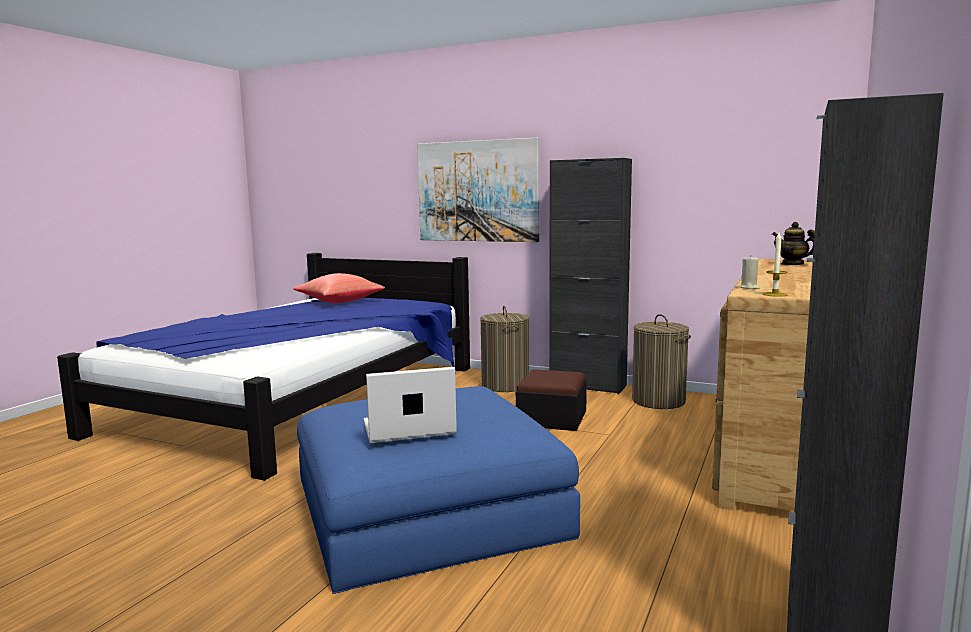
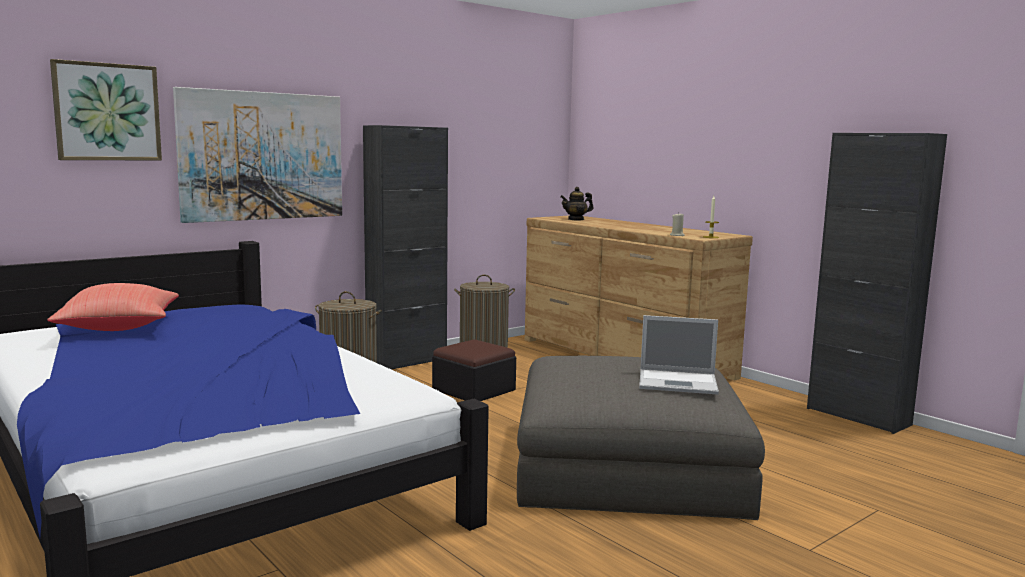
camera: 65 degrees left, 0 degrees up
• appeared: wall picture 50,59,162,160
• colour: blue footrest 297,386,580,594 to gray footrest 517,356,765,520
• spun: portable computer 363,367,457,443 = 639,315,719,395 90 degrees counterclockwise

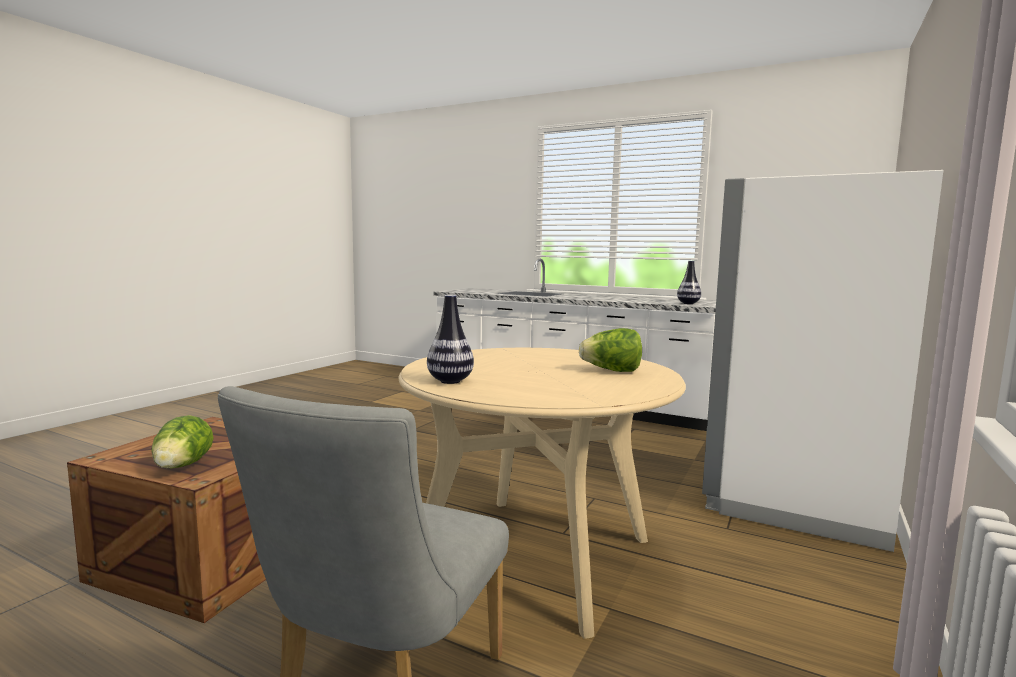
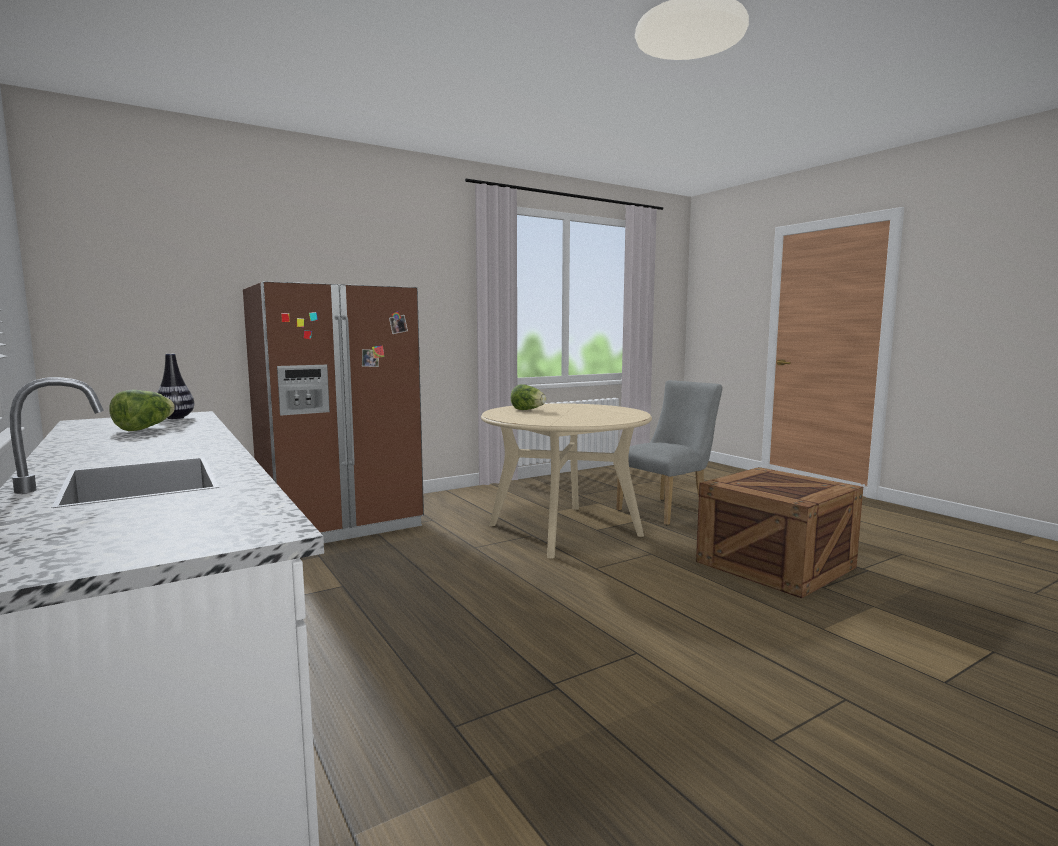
camera: 150 degrees left, 0 degrees up
• relocated: head of lettuce 151,415,213,468 to 109,390,175,431
• colour: whitish refrigerator 702,170,943,552 to brown-coloured refrigerator 243,281,424,543
• missing: decorative vase 427,295,474,384

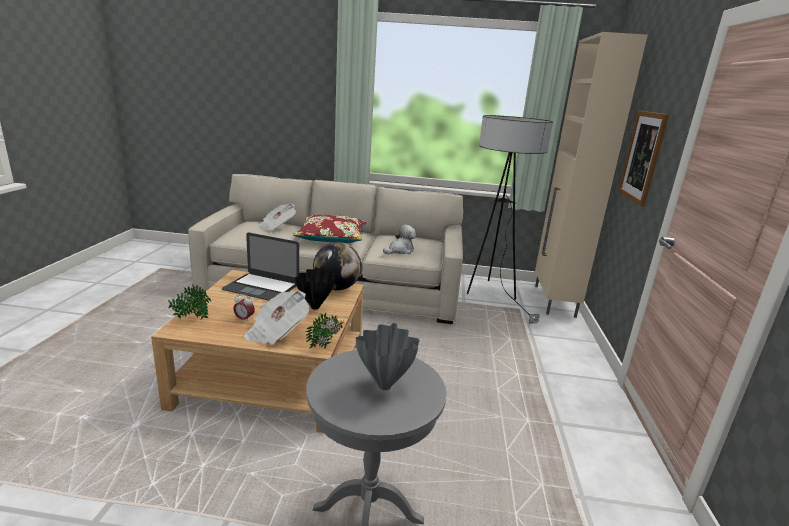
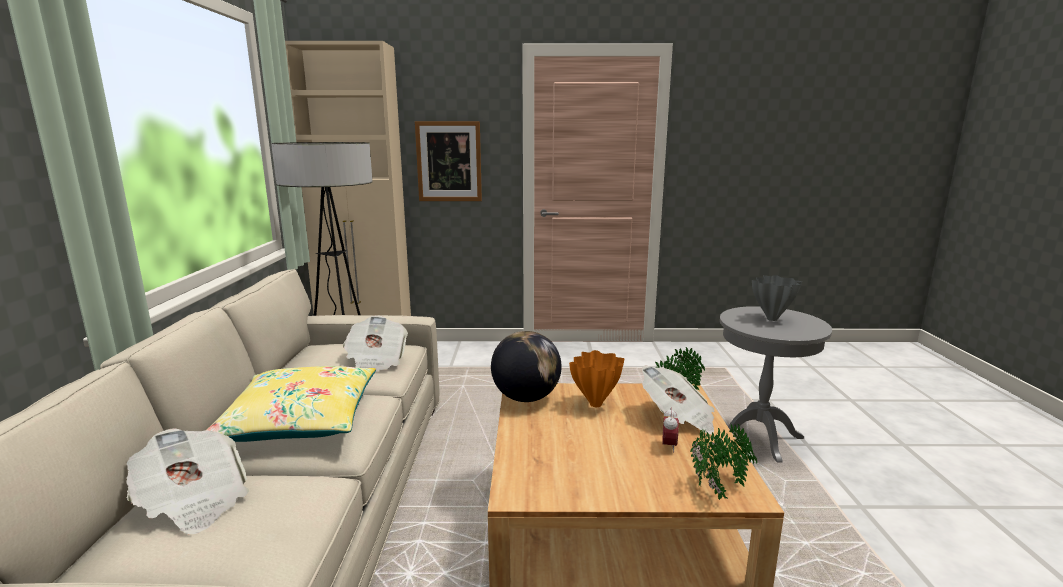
camera: 95 degrees left, 5 degrees down
• colour: red-coloured throw pillow 293,215,367,243 to yellowish throw pillow 207,366,376,442
• exchanged: cuddly toy 383,225,416,254 to newspaper 343,316,408,372
• colour: blackish decorative vase 295,268,335,309 to orangey decorative vase 569,350,624,407
• appeared: houseplant 706,423,757,487
• missing: portable computer 222,233,299,301

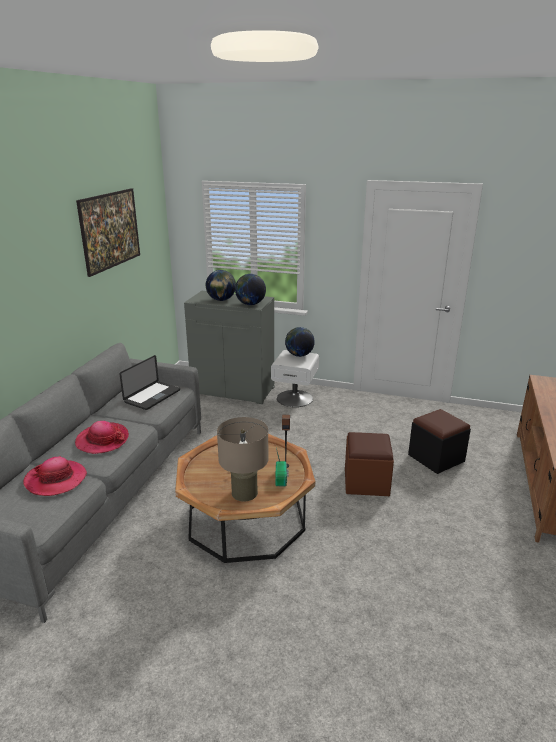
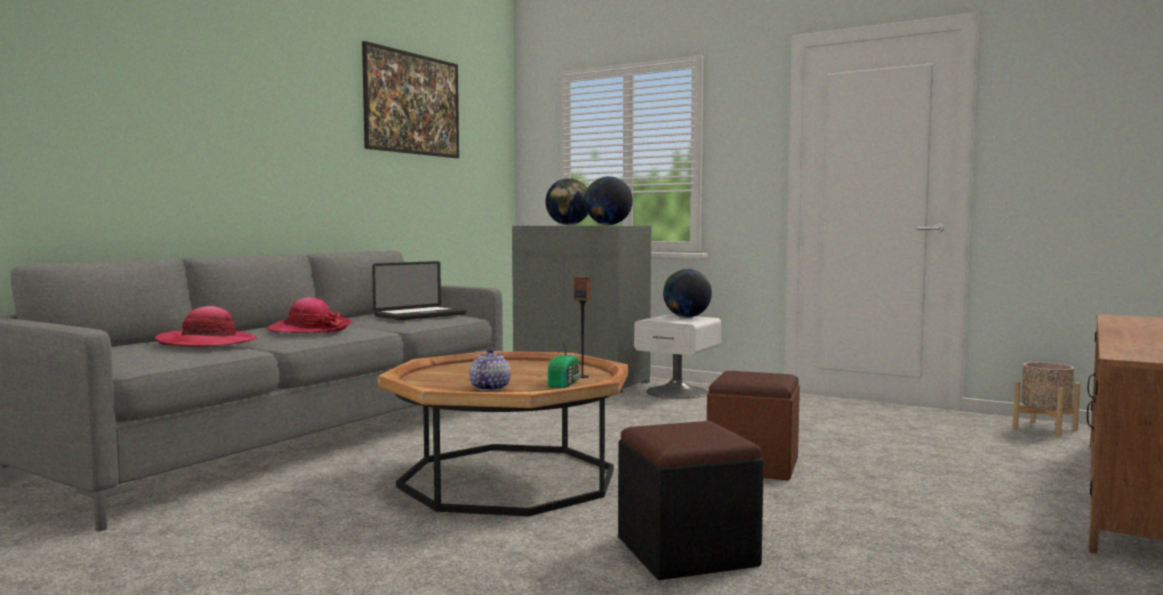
camera: 15 degrees right, 20 degrees down
• exchanged: beige-coloured table lamp 217,417,269,501 to tea pot 469,348,511,391
• relocated: blackish footrest 408,409,471,474 to 618,421,764,580
• appeared: beige-coloured flower pot 1013,362,1080,437

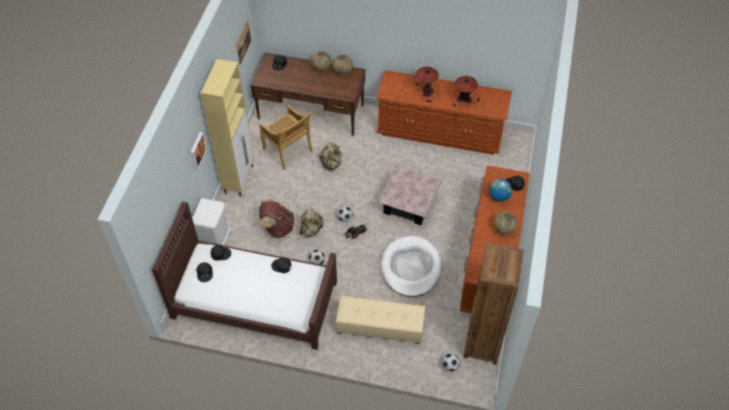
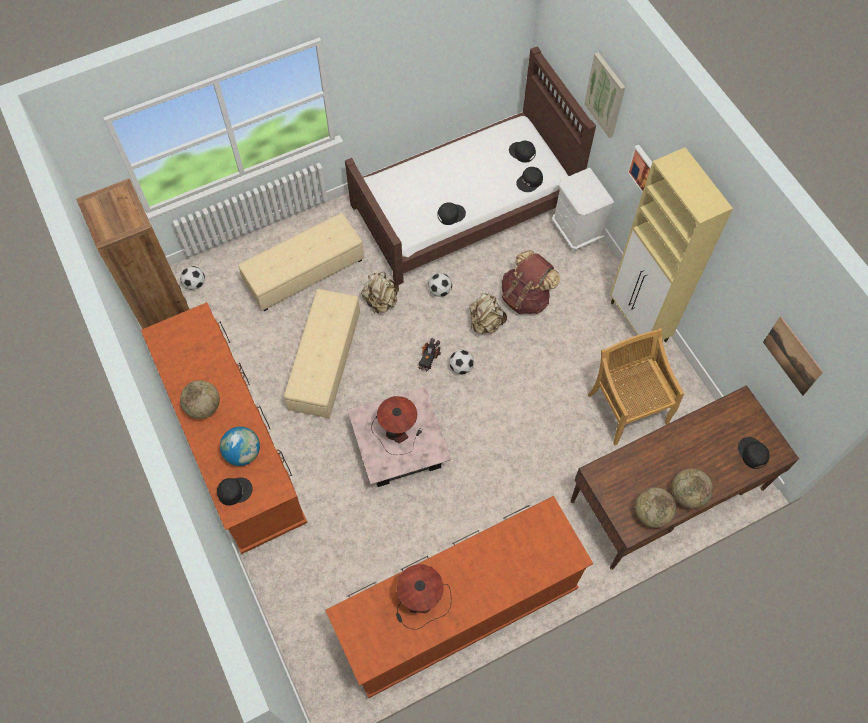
camera: 140 degrees right, 10 degrees up
• exchanged: whitish pet bed 381,236,442,297 to beige-coloured footrest 284,289,360,418
• relocated: beige-coloured backpack 319,142,342,171 to 361,272,399,314
• relocated: table lamp 414,67,439,102 to 371,396,423,455
• appeared: wall picture 584,52,625,138
• spun: beige-coloured plain chair 260,105,313,170 = 588,328,684,445 60 degrees clockwise

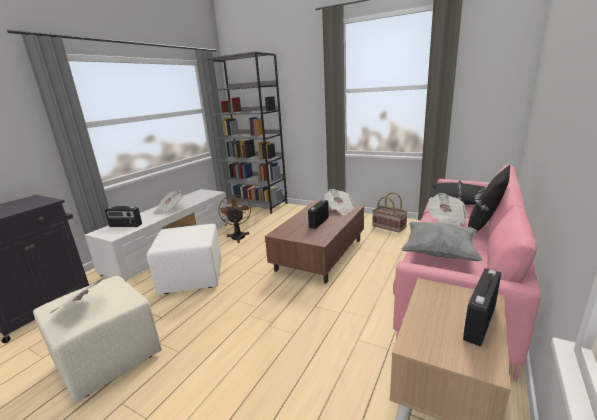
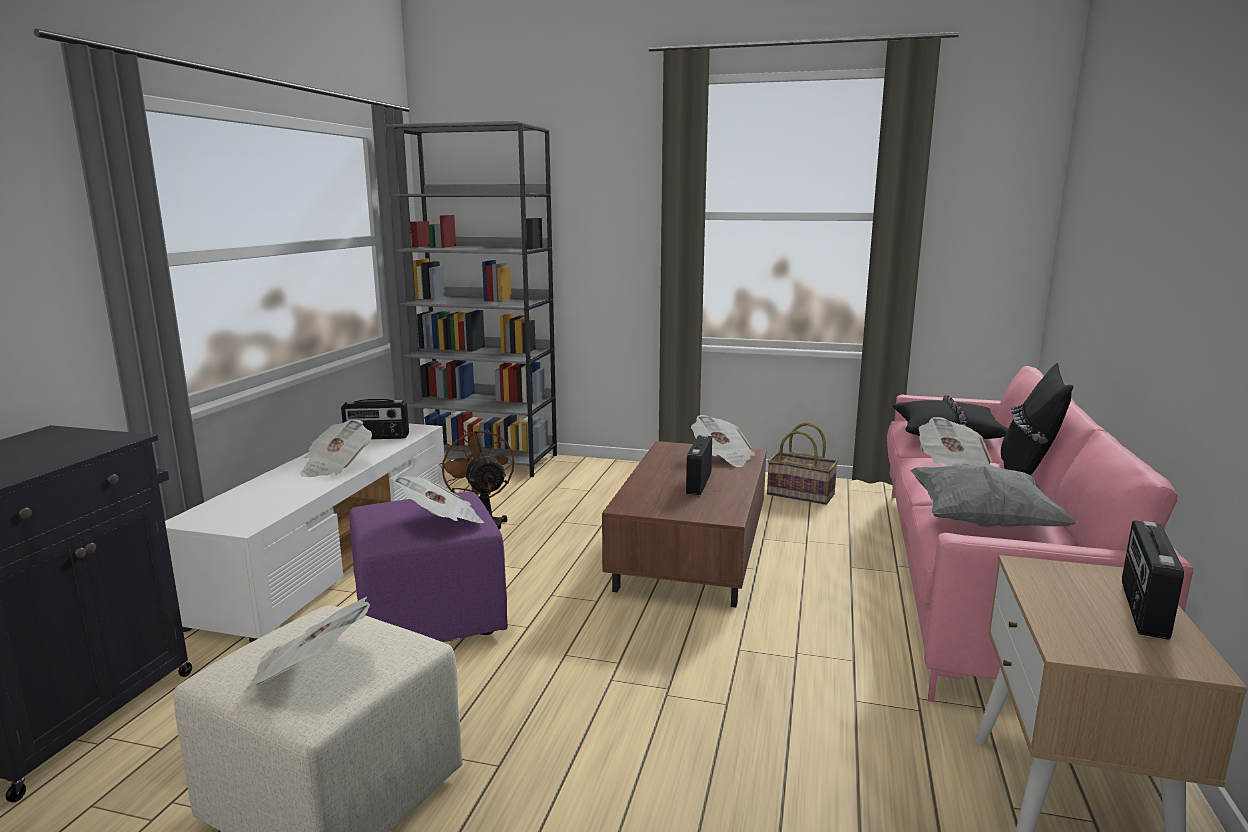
camera: 15 degrees left, 5 degrees down
• relocated: radio 105,206,142,227 to 341,399,409,439
• colour: whitish footrest 147,224,222,295 to purple-coloured footrest 349,492,508,642
• appeared: newspaper 392,476,485,523

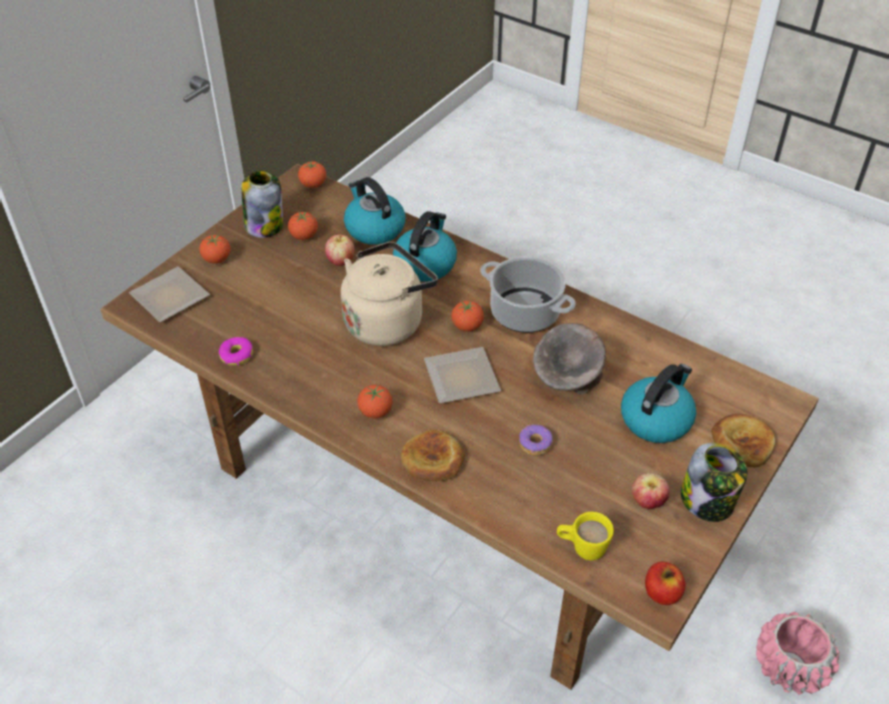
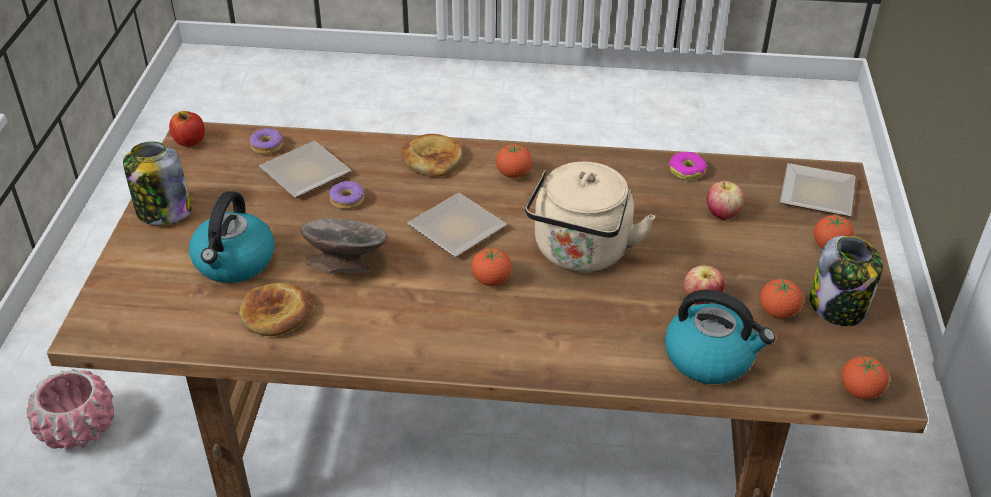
camera: 150 degrees right, 5 degrees down
• relocated: bakery bread 711,414,776,467 to 239,283,313,336
• exchanged: yellowish tea mug 557,512,614,561 to ring doughnut 250,129,283,154
• appeared: flat dish 259,141,352,198
• relocated: whole apple 632,473,670,509 to 707,180,744,220
• missing: tea kettle 393,211,457,282
• missing: stockpot 480,256,576,333

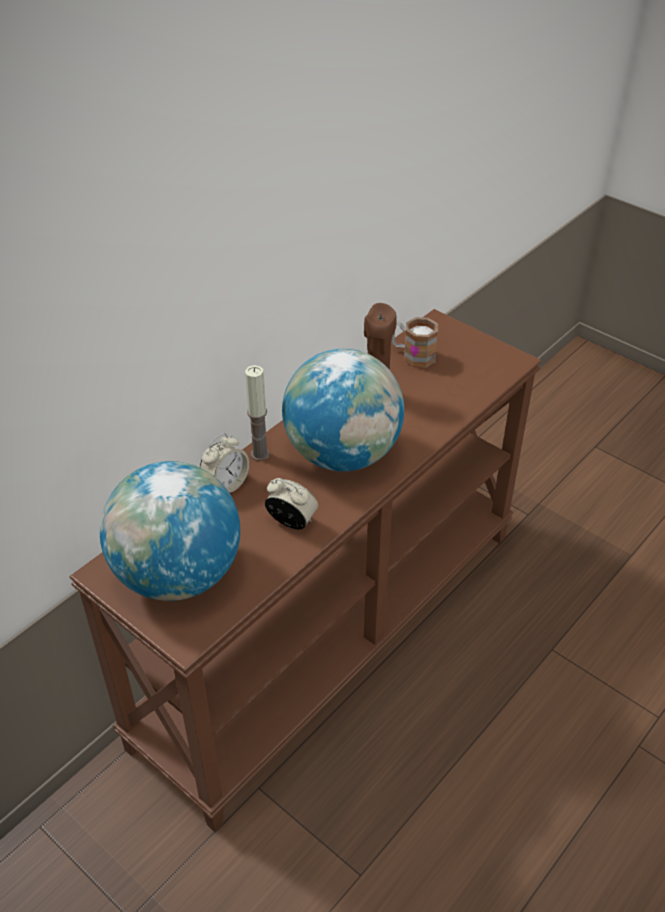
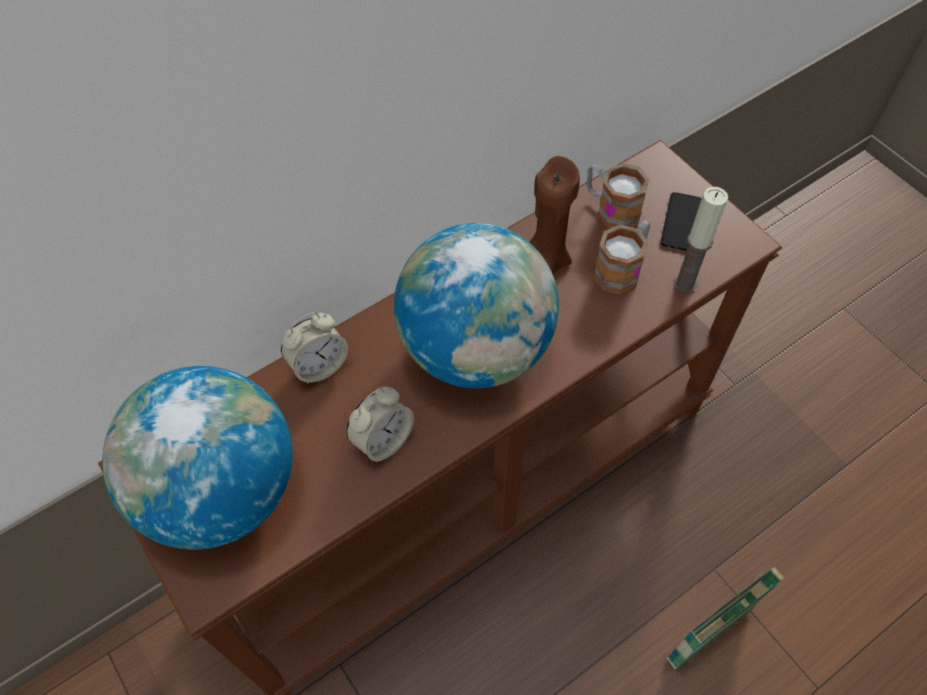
camera: 15 degrees right, 15 degrees up
• spun: alarm clock 265,478,318,529 = 346,387,414,462 90 degrees clockwise
• appeared: tea mug 593,220,650,295
• appeared: telephone 661,192,701,251
• appeared: basket 666,567,784,669
• relocated: candle 245,365,269,461 to 673,187,728,294

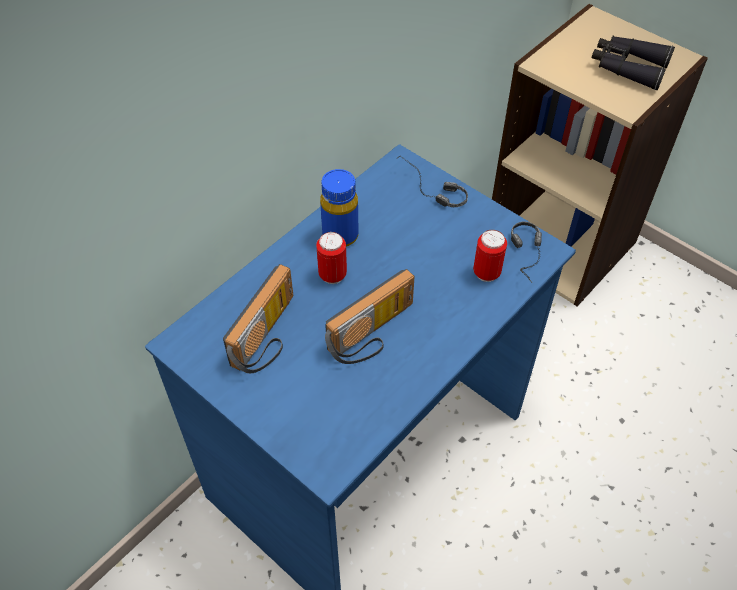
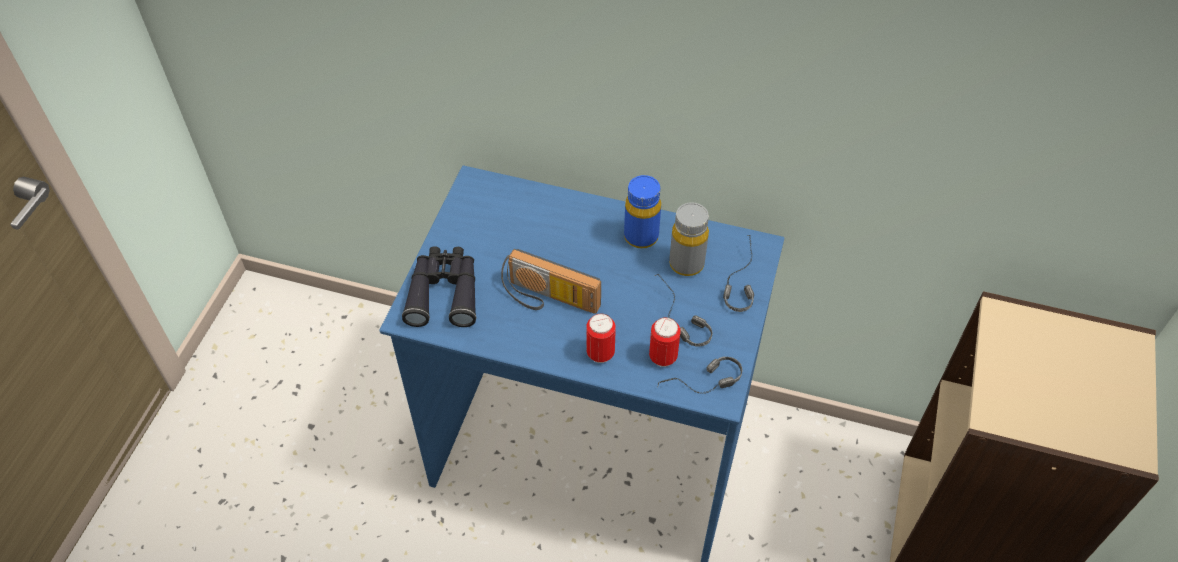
camera: 65 degrees right, 0 degrees up
• relocated: blackish pair of binoculars 592,35,675,91 to 402,246,476,327
• relocated: sealed can 316,232,347,284 to 586,314,616,363
• appeared: headset 655,274,712,347
• appeared: gray beverage bottle 669,202,709,276
• missing: radio 223,264,293,373

